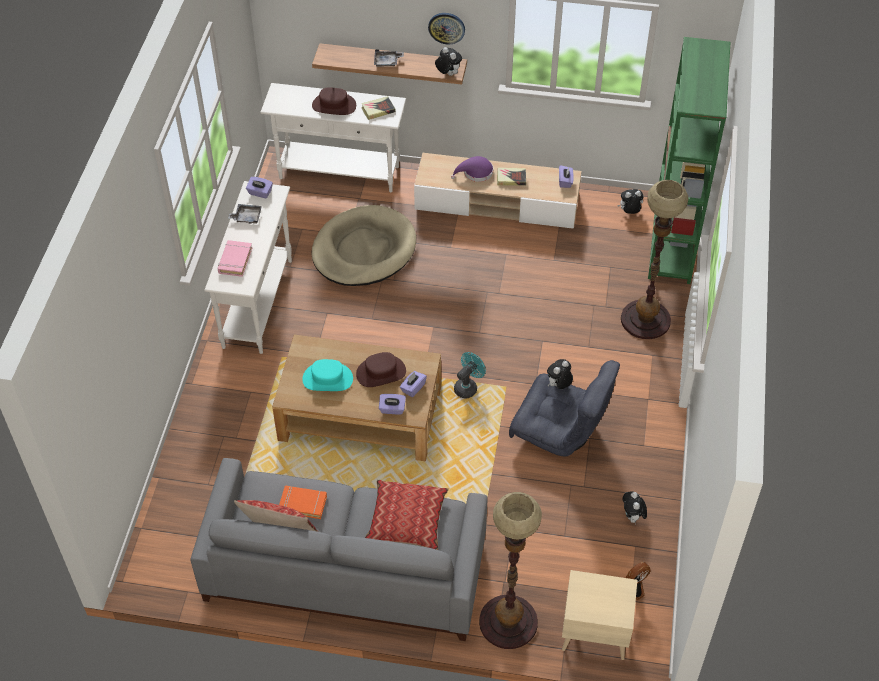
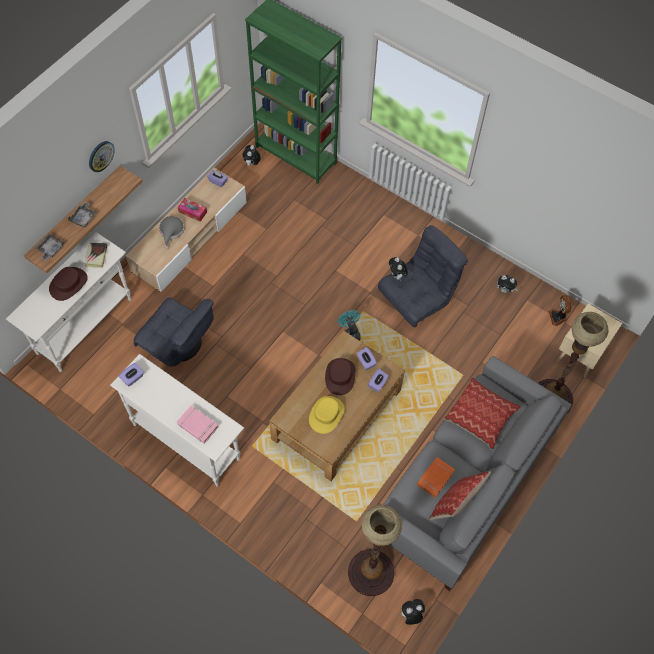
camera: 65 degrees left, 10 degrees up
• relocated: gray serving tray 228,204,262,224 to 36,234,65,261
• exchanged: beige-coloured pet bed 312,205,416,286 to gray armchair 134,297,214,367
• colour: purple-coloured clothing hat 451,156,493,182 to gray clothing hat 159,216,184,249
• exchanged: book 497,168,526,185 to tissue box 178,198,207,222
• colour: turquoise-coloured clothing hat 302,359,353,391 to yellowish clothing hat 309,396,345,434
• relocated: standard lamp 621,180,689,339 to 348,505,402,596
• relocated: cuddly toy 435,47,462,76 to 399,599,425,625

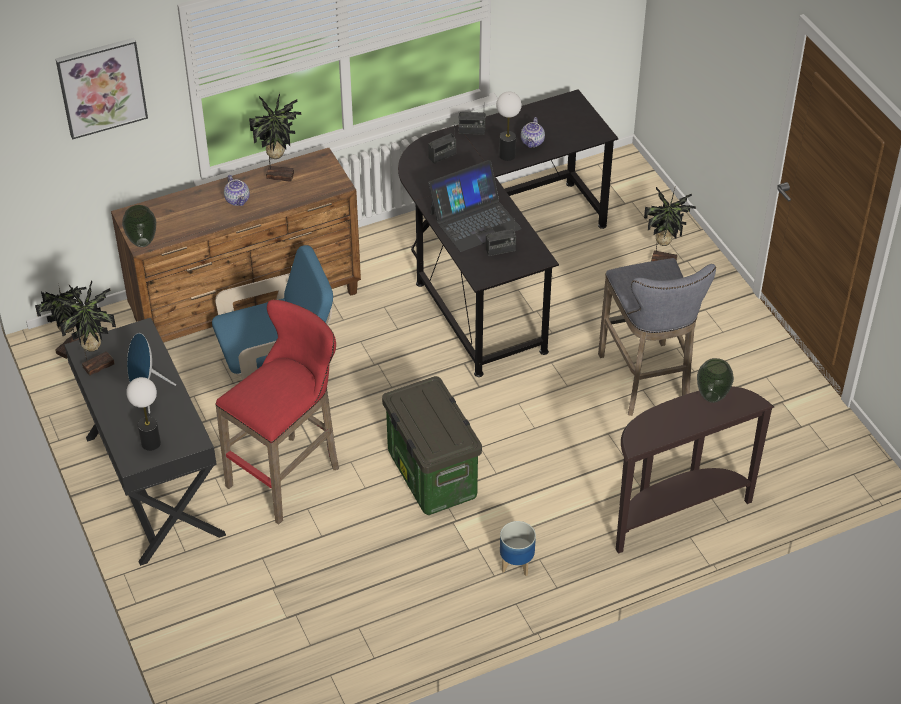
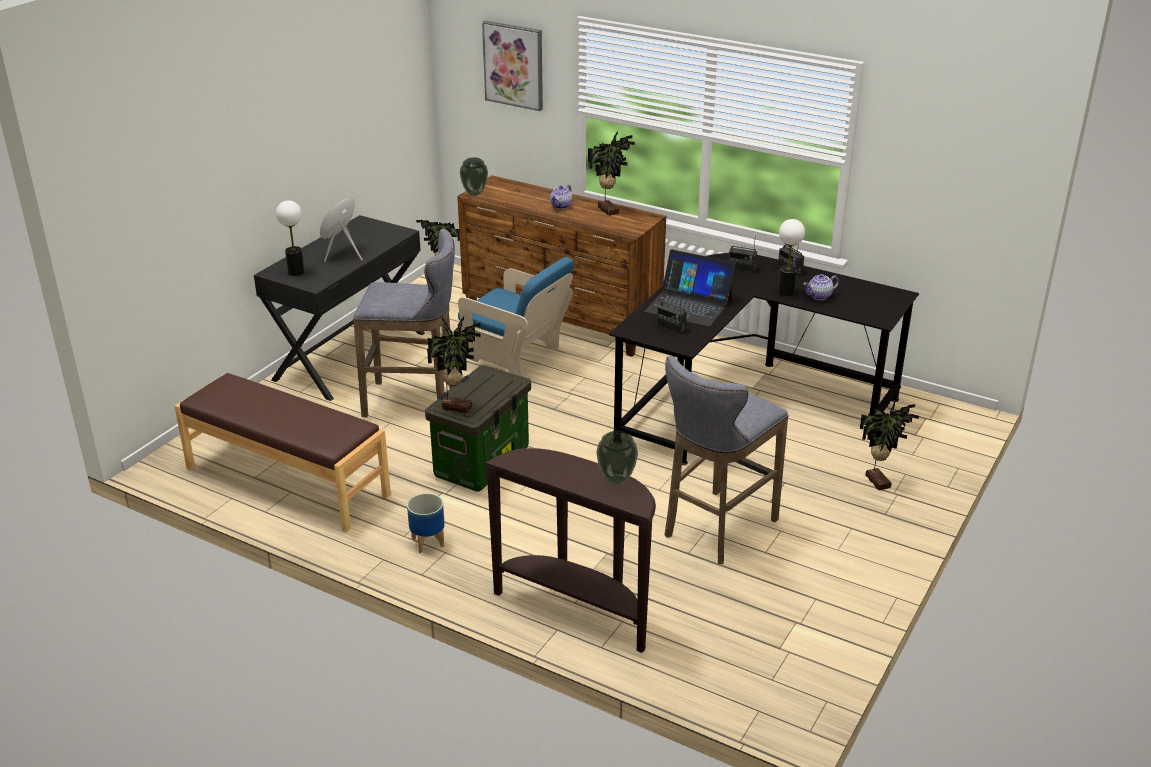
camera: 55 degrees right, 15 degrees down
• appeared: brown-coloured bench 174,373,391,532
• colour: red-coloured sitting stool 215,299,339,525 to gray sitting stool 353,229,455,417
• relocated: houseplant 54,281,116,376 to 427,317,481,414

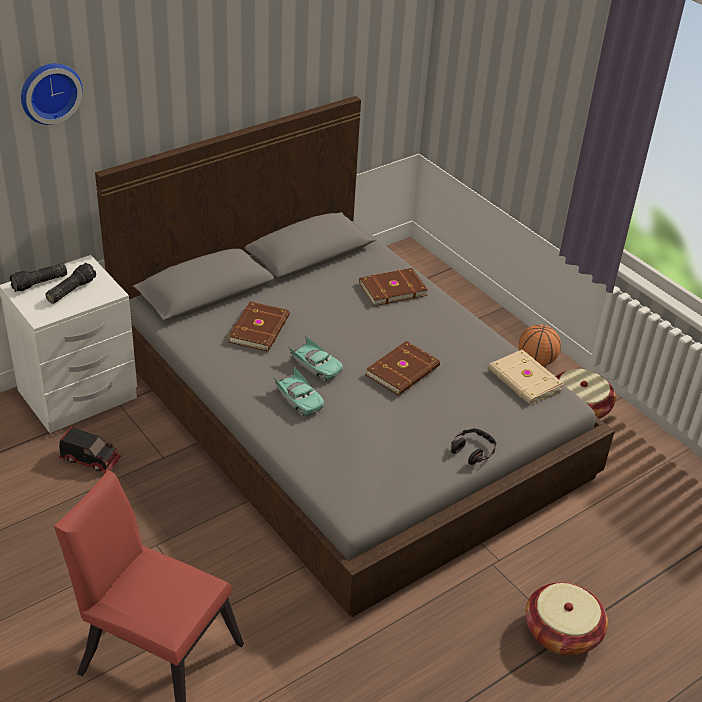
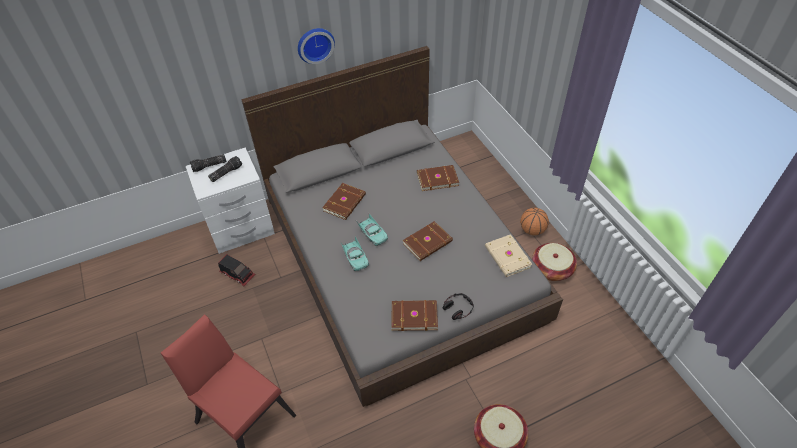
camera: 15 degrees right, 10 degrees up
• relocated: wall clock 21,63,82,125 to 298,28,335,64
• appeared: brown-coloured book 392,300,438,331

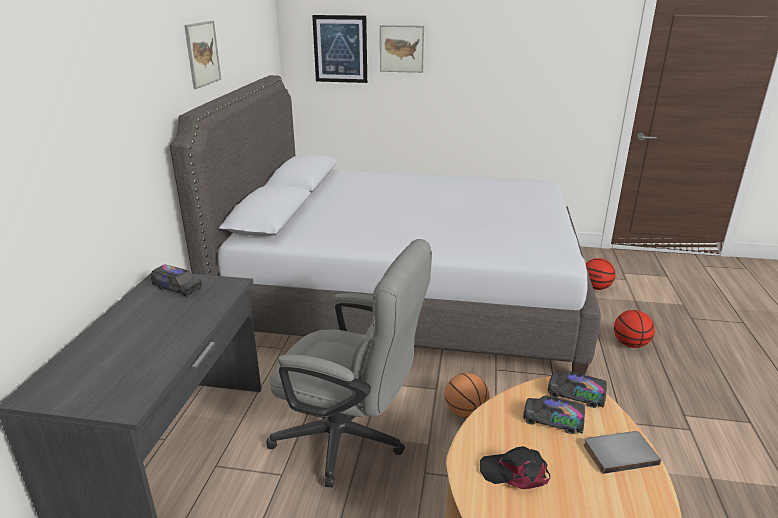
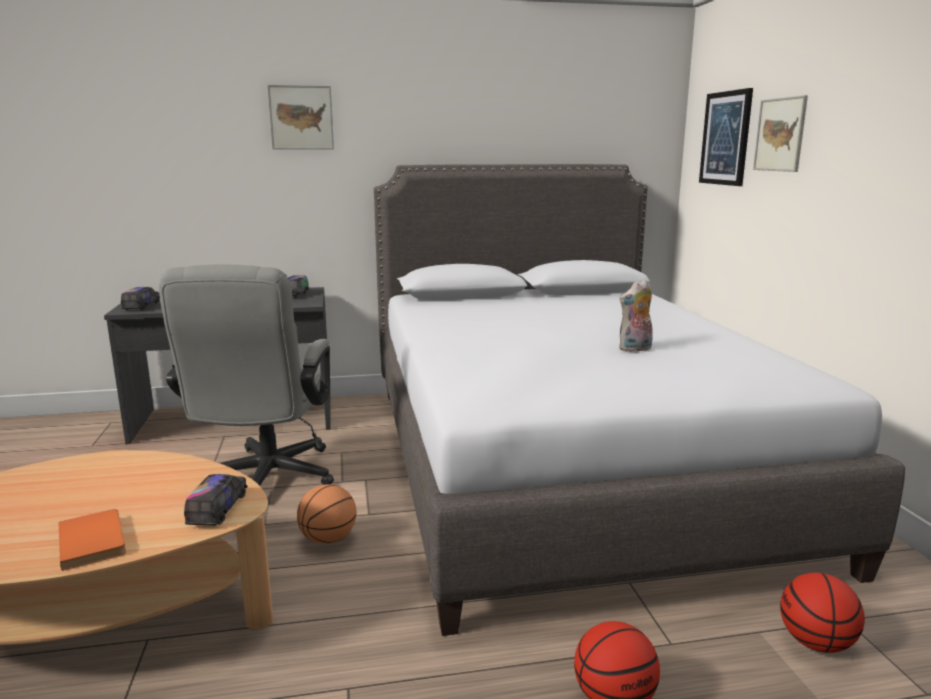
camera: 70 degrees right, 10 degrees down
• colour: gray book 584,431,661,474 to orangey book 59,509,126,571
• relocated: toy truck 523,395,585,434 to 121,287,160,310
• relocated: wall picture 184,21,221,89 to 267,85,334,150
• appeared: cuddly toy 619,280,653,352
• missing: blackish baseball cap 480,446,550,489

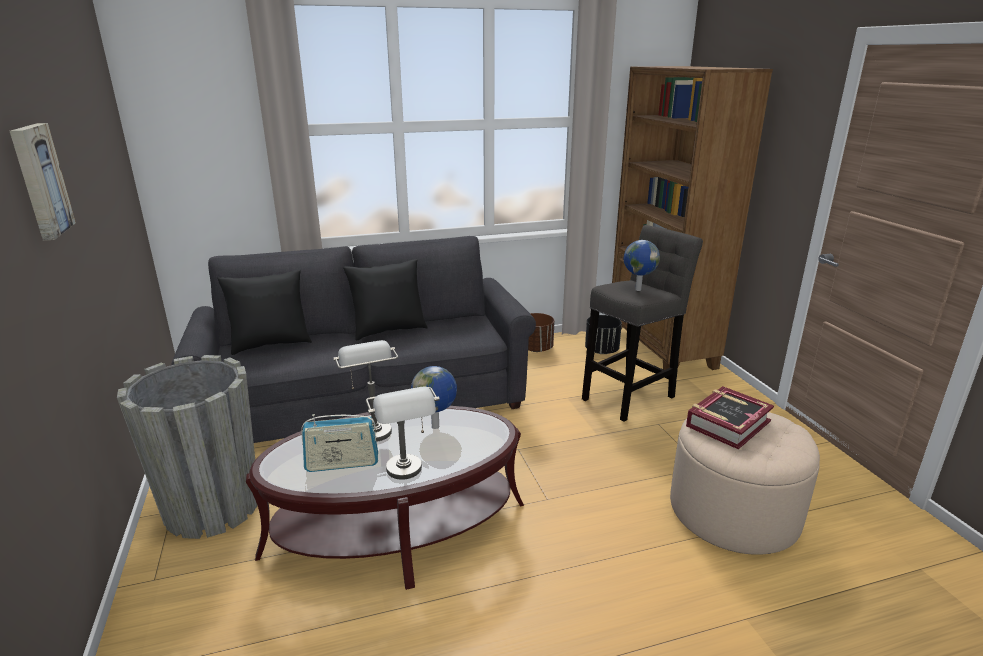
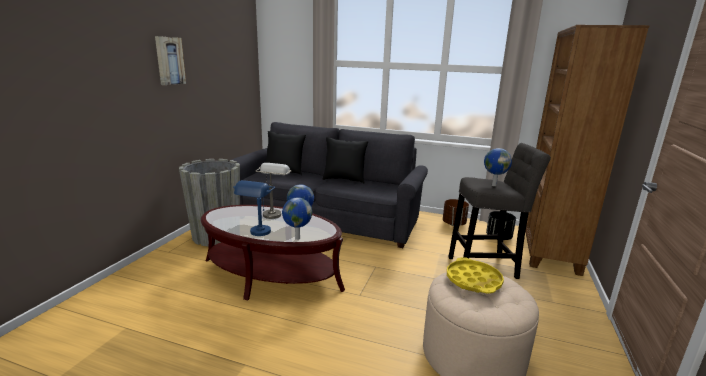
camera: 35 degrees right, 5 degrees down
• colour: gray table lamp 366,386,440,480 to blue table lamp 233,180,275,236
• appeared: world globe 282,197,312,240
• exchanged: book 686,386,774,449 to yellowish serving tray 447,257,504,293
• missing: radio 301,414,378,472

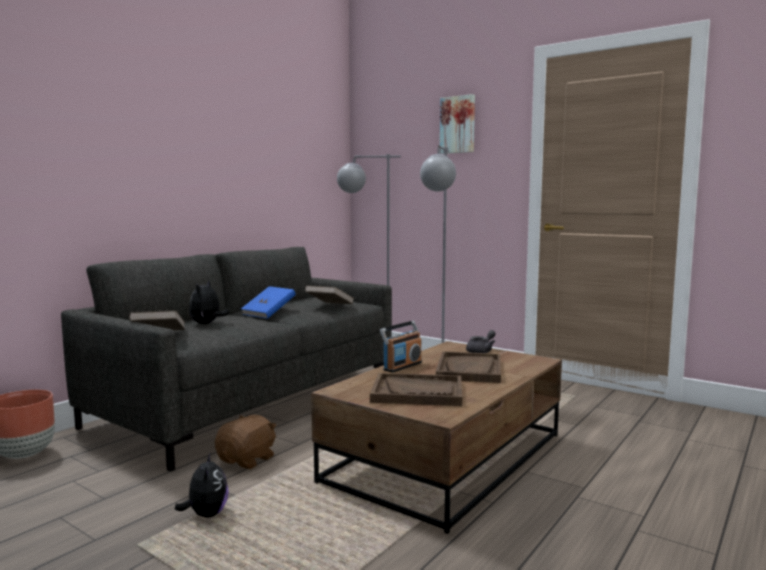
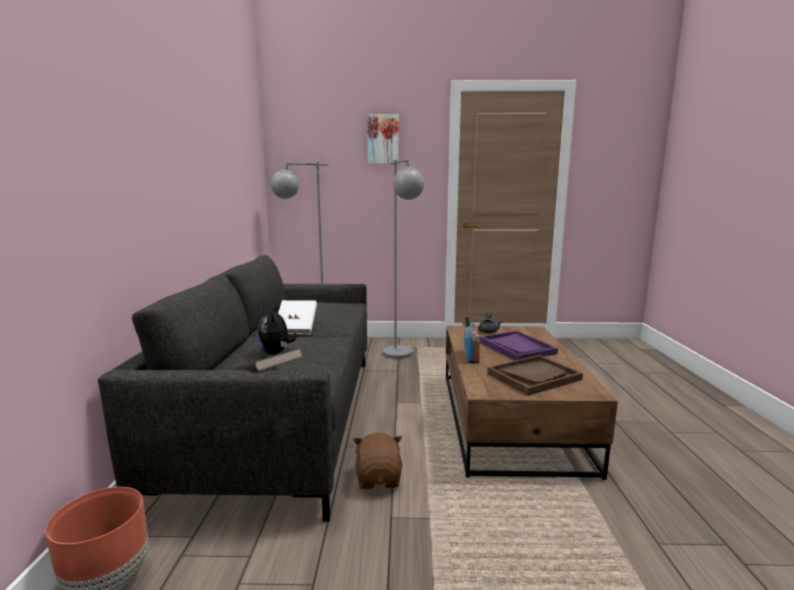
camera: 35 degrees left, 5 degrees up
• colour: blue book 241,286,296,319 to whitish book 278,300,317,334
• colour: brown-coloured serving tray 436,351,501,383 to purple-coloured serving tray 479,330,558,360
• missing: cuddly toy 175,452,229,517
• missing: brown-coloured book 305,285,354,304

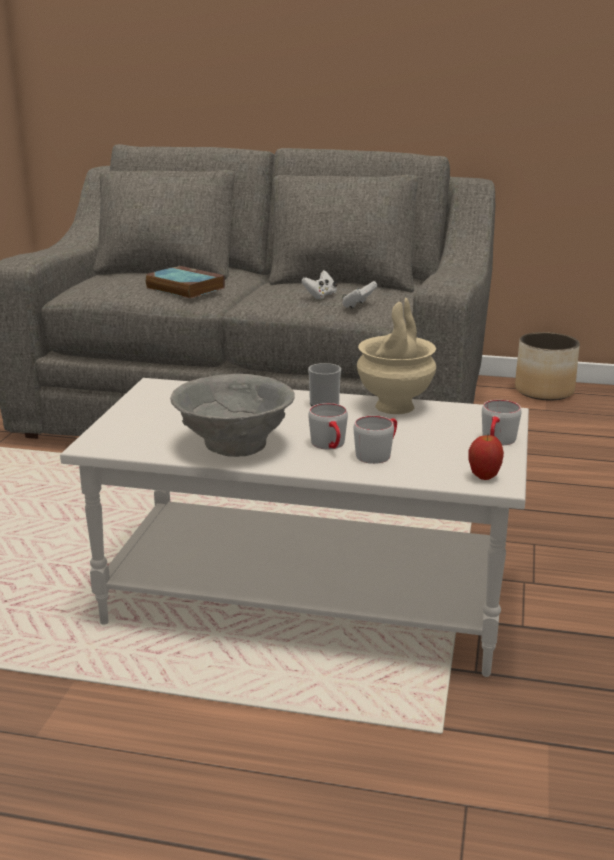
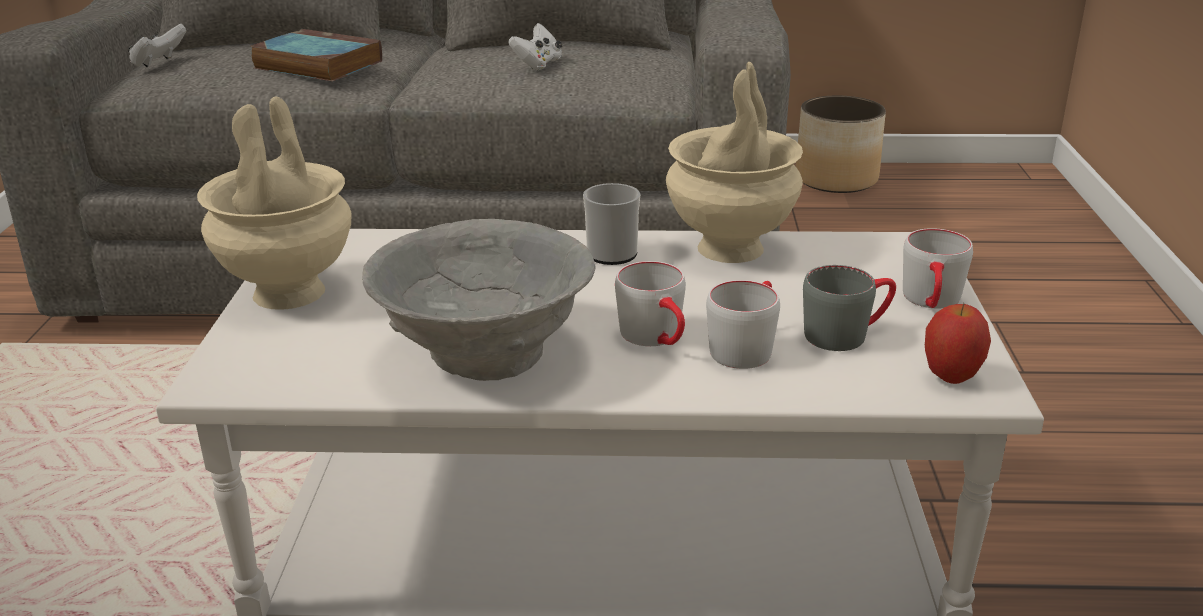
camera: 10 degrees left, 5 degrees up
• relocated: whitish game controller 342,281,377,308 to 128,24,187,67
• appeared: beige-coloured decorative vase 197,97,352,310
• appeared: gray tea mug 803,265,896,351

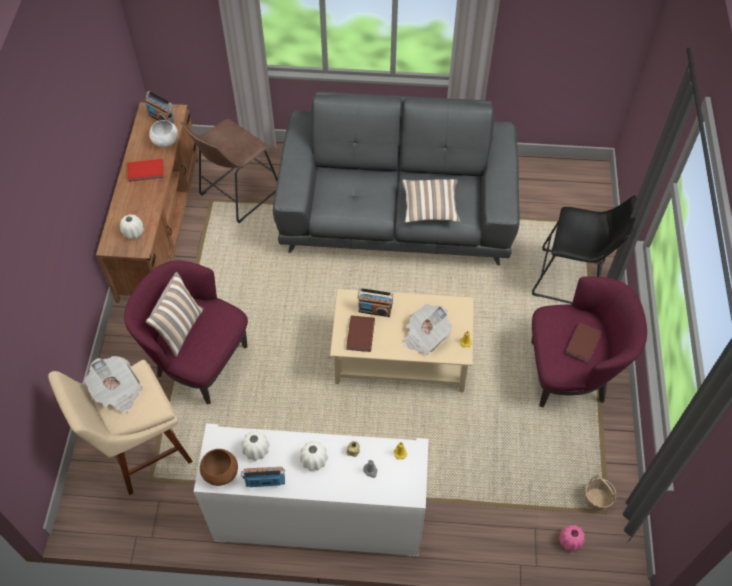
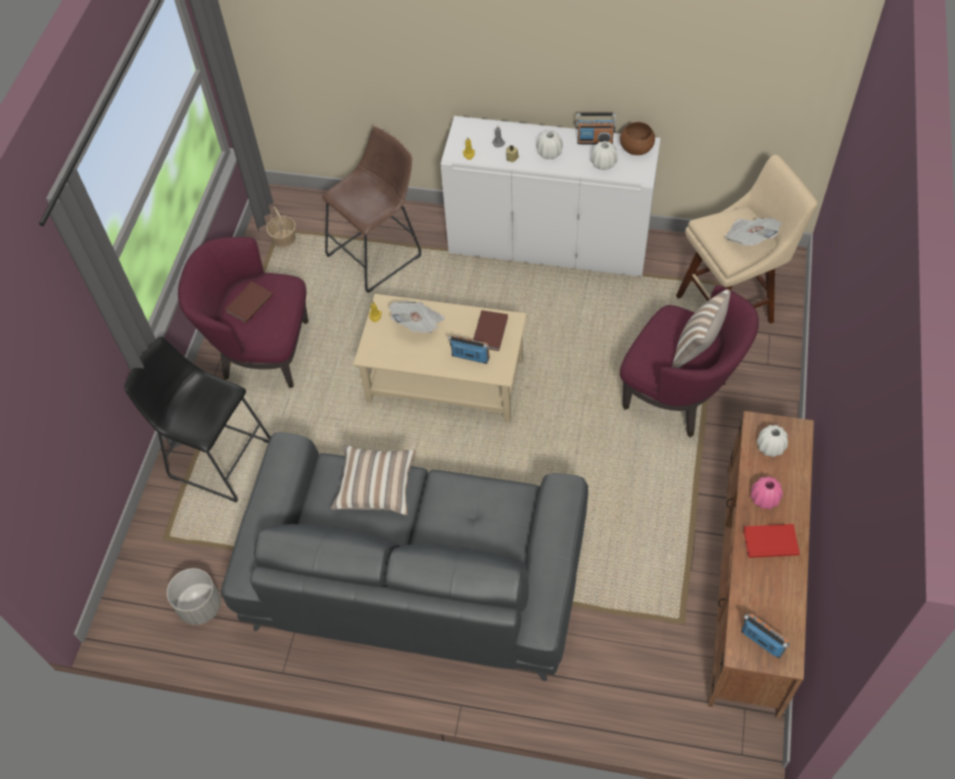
camera: 170 degrees left, 0 degrees up
• appeared: gray flower pot 167,568,221,625
• relocated: brown-coloured sitting stool 181,119,278,223 to 322,126,422,293
• relocated: pink decorative vase 559,525,585,552 to 750,476,783,509
• missing: whitish serving bowl 149,120,178,147

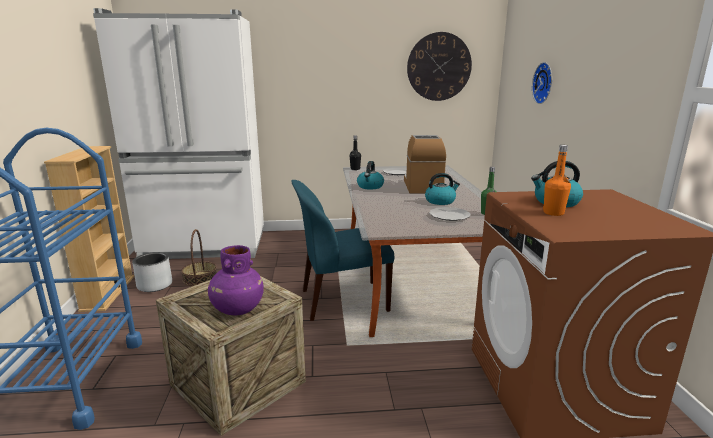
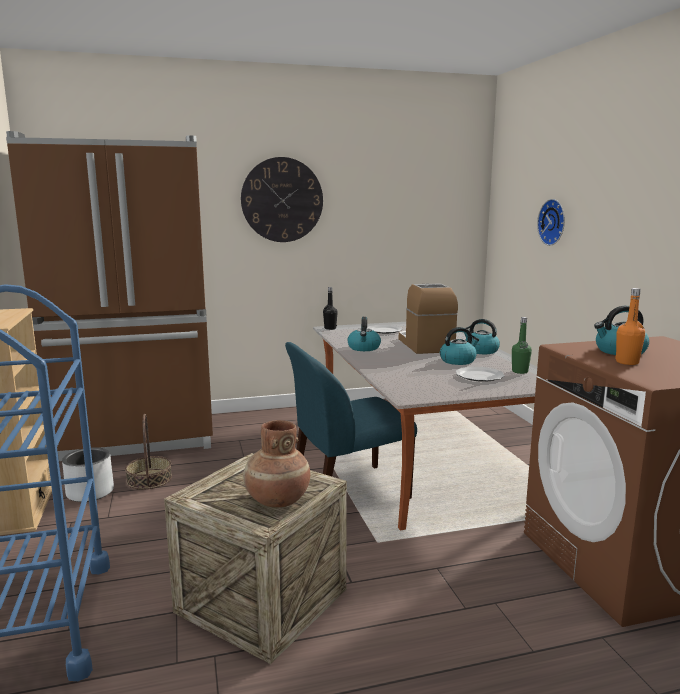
camera: 10 degrees left, 5 degrees down
• colour: whitish refrigerator 93,8,264,259 to brown-coloured refrigerator 6,131,213,461
• relocated: wall clock 407,32,472,101 to 241,157,323,242
• colour: purple-coloured decorative vase 208,245,264,315 to brown-coloured decorative vase 243,420,310,507
• appeared: tea kettle 464,319,500,354

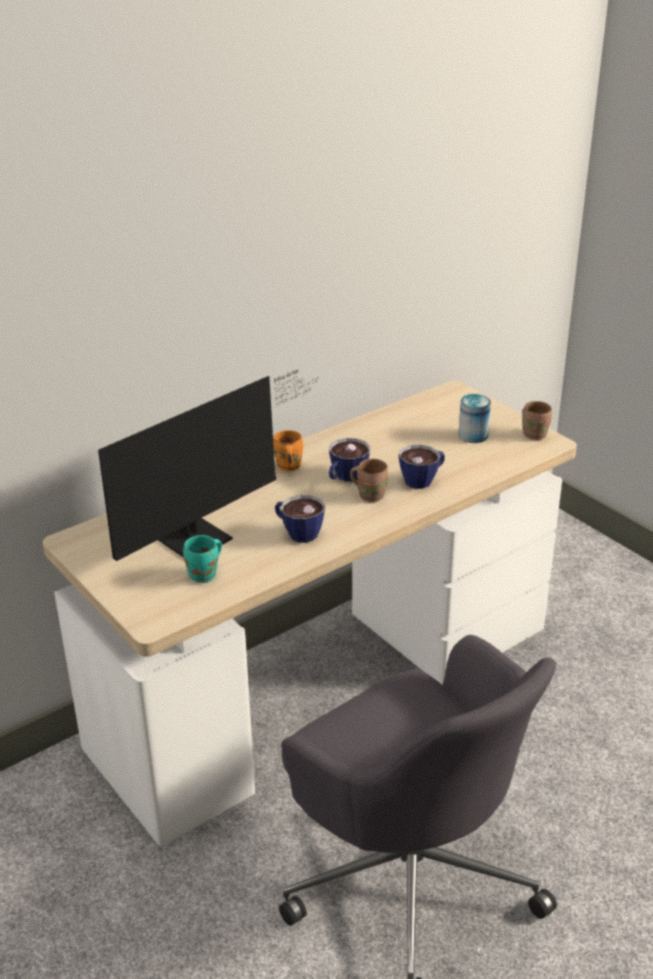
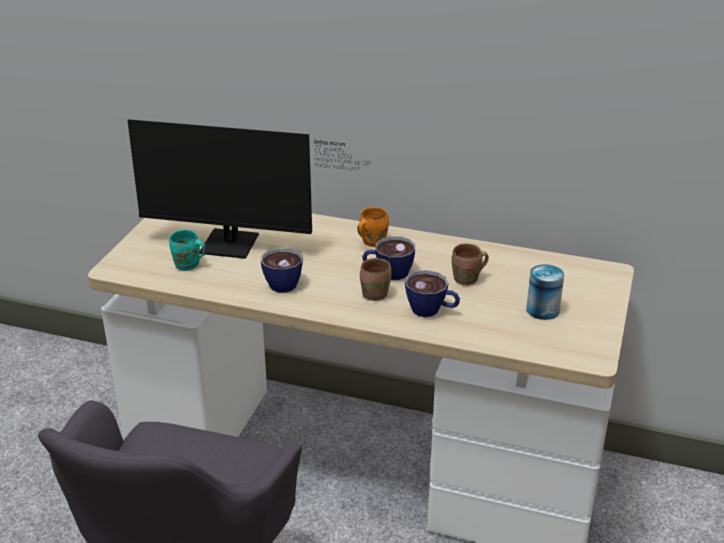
camera: 55 degrees right, 0 degrees up
• relocated: brown-coloured tea mug 522,401,552,440 to 452,243,489,286

